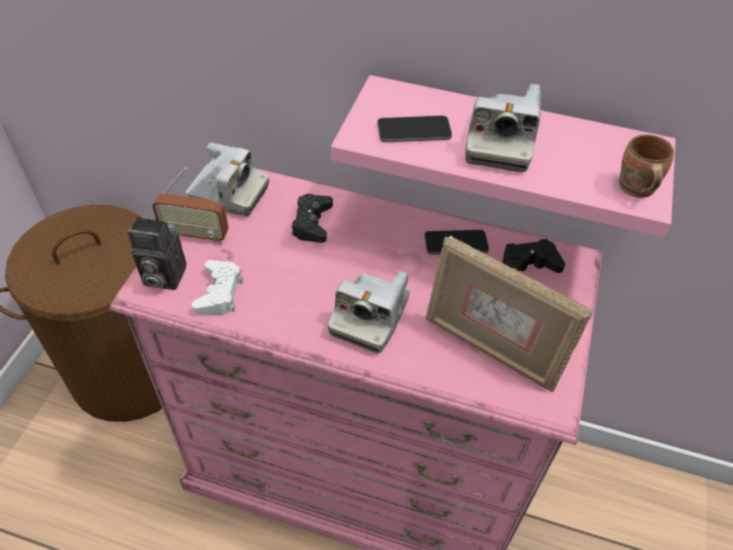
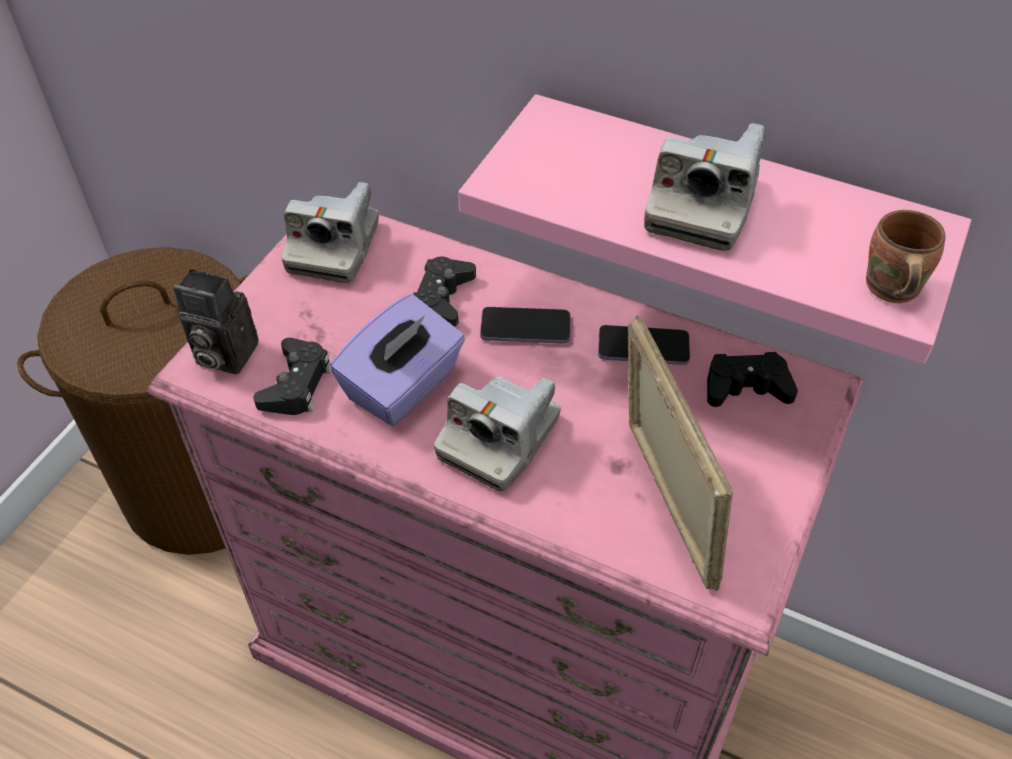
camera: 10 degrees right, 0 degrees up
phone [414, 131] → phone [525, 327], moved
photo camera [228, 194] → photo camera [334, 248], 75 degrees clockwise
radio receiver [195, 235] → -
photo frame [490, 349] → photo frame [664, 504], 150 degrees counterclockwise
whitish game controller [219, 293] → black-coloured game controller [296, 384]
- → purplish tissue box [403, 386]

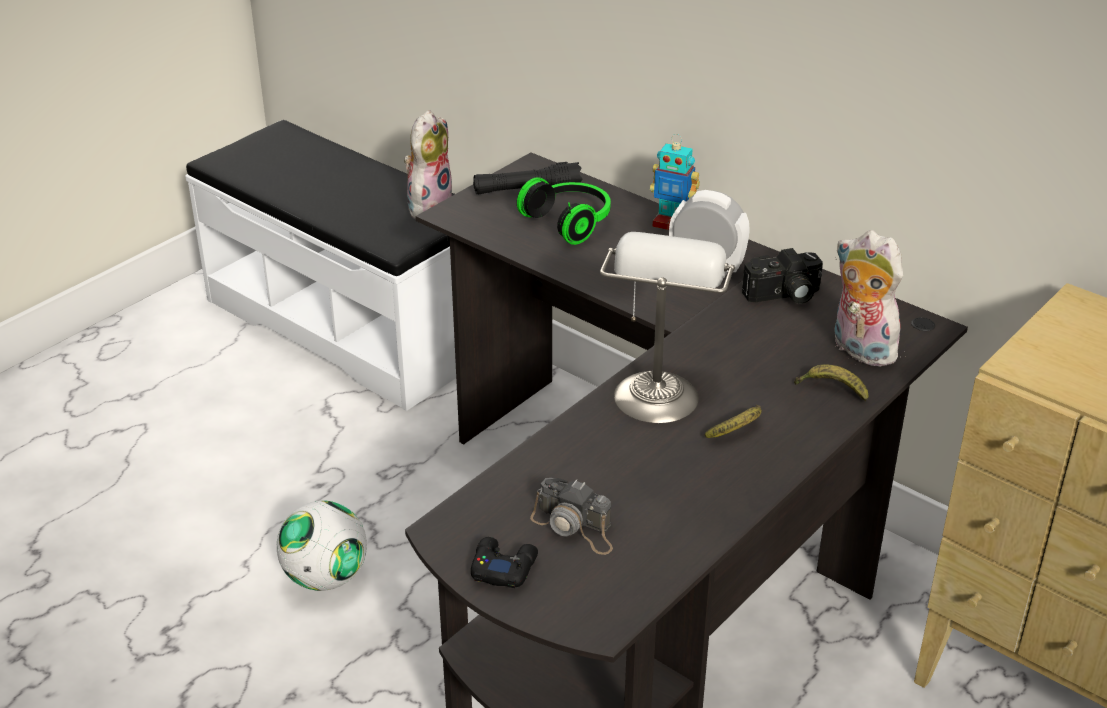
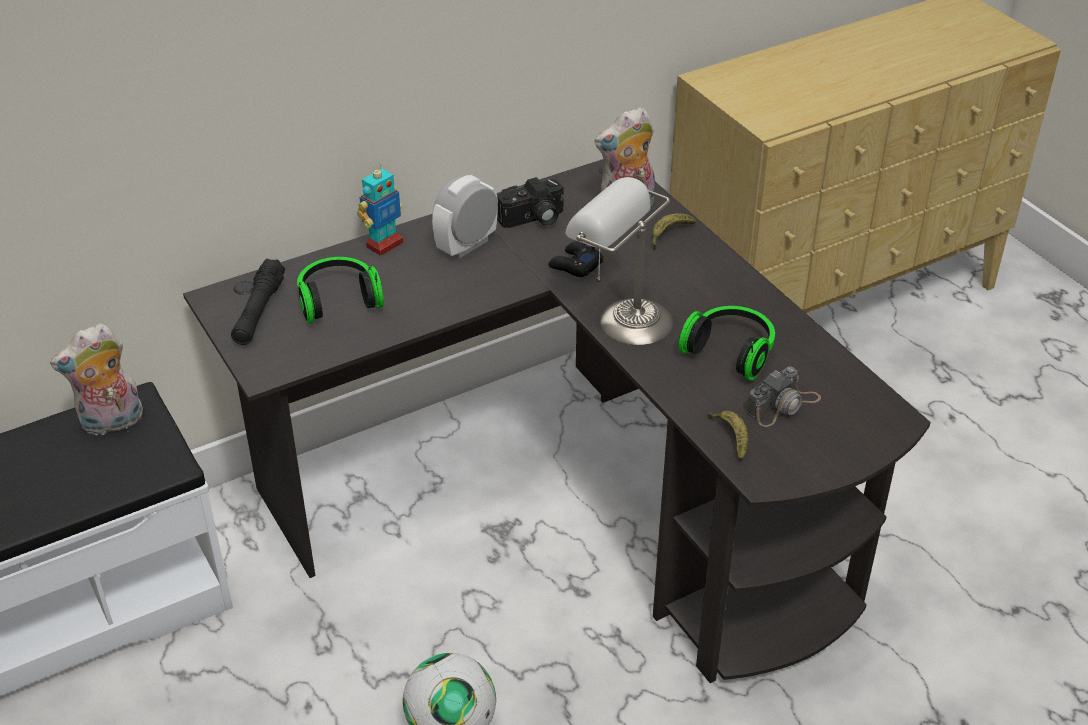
camera: 70 degrees left, 5 degrees up
soft toy [429, 207] → soft toy [111, 423], 75 degrees counterclockwise
photo camera [784, 296] → photo camera [533, 219], 60 degrees clockwise
banana fruit [738, 429] → banana fruit [730, 438], moved
black-coloured game controller [503, 567] → black-coloured game controller [575, 265], moved
- → pair of headphones [731, 351]

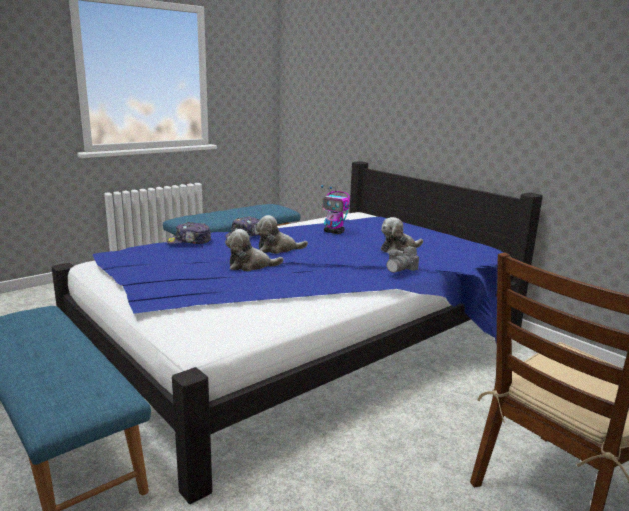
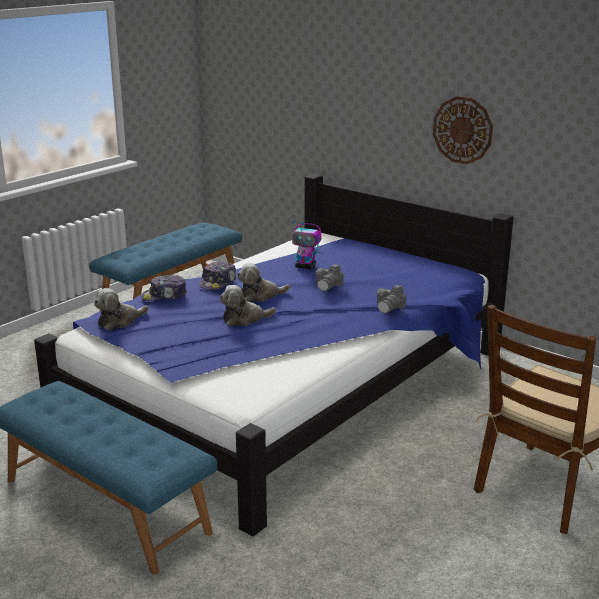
camera: 10 degrees left, 5 degrees up
soft toy [399, 249] → soft toy [119, 321], moved
- → wall clock [462, 130]
- → photo camera [328, 286]

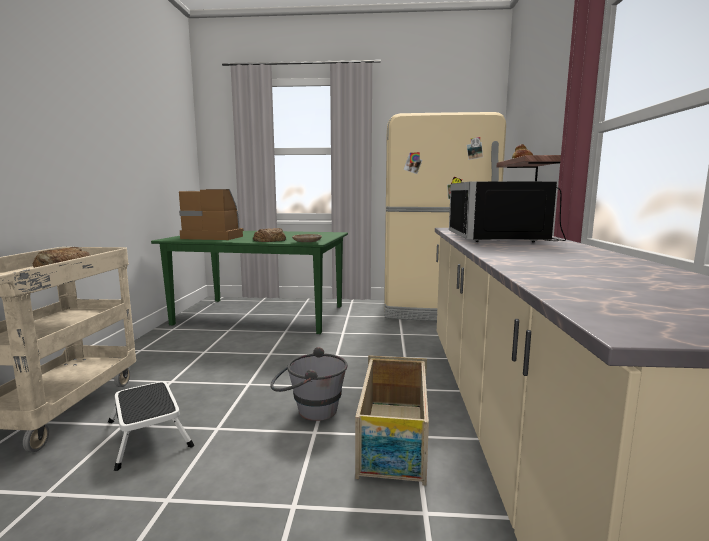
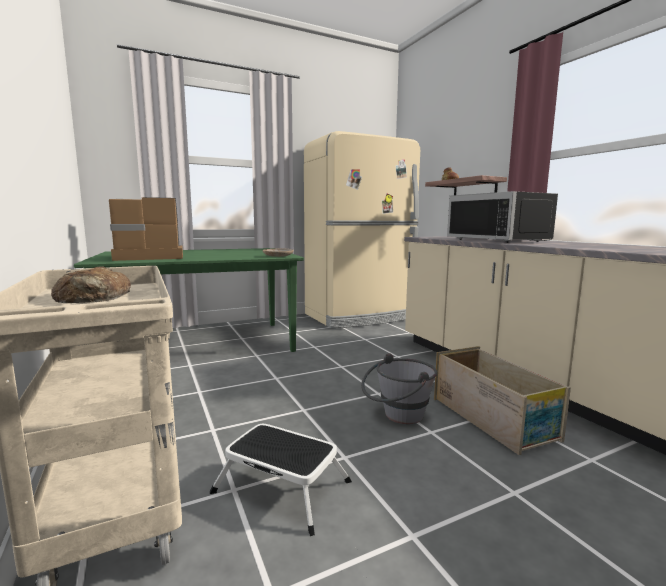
camera: 30 degrees left, 0 degrees up
bread [270, 240] → -

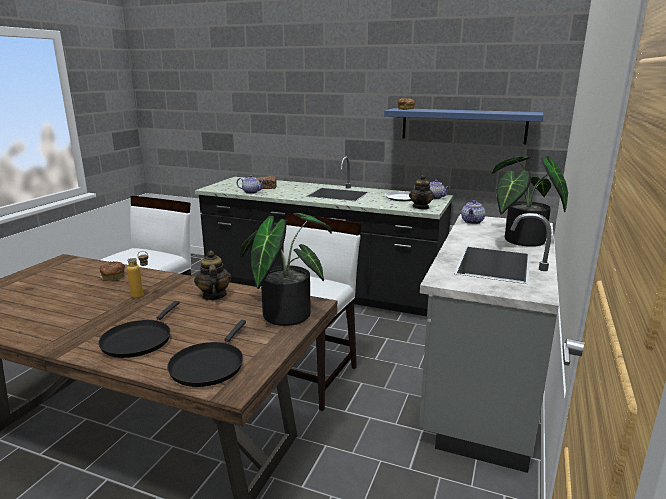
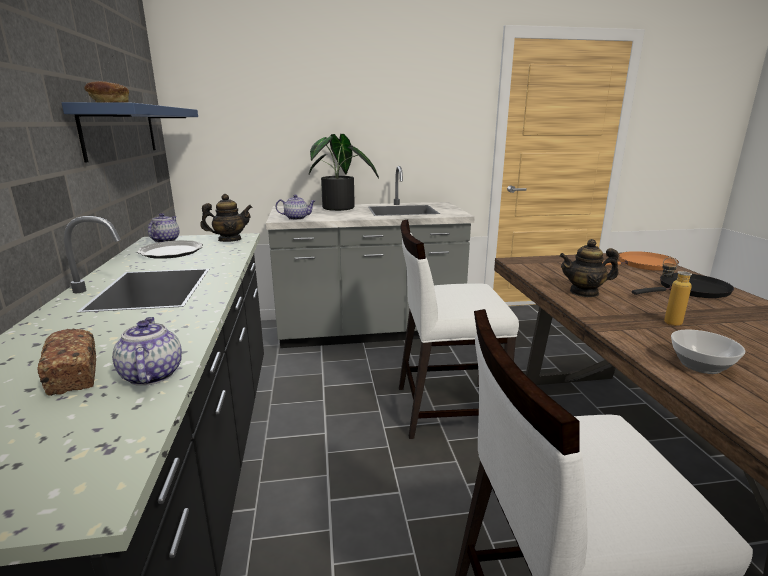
camera: 120 degrees left, 0 degrees up
potted plant [285, 312] → -
pot for tea [214, 296] → pot for tea [584, 292], 45 degrees clockwise
bread [113, 277] → bowl [700, 365]
black-coloured pan [209, 365] → orange-coloured pan [643, 265]

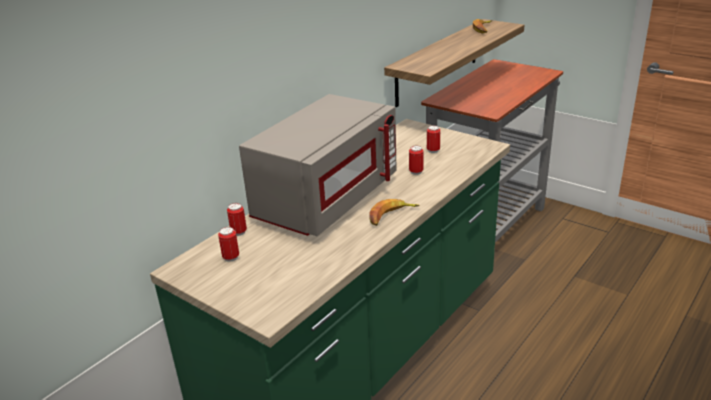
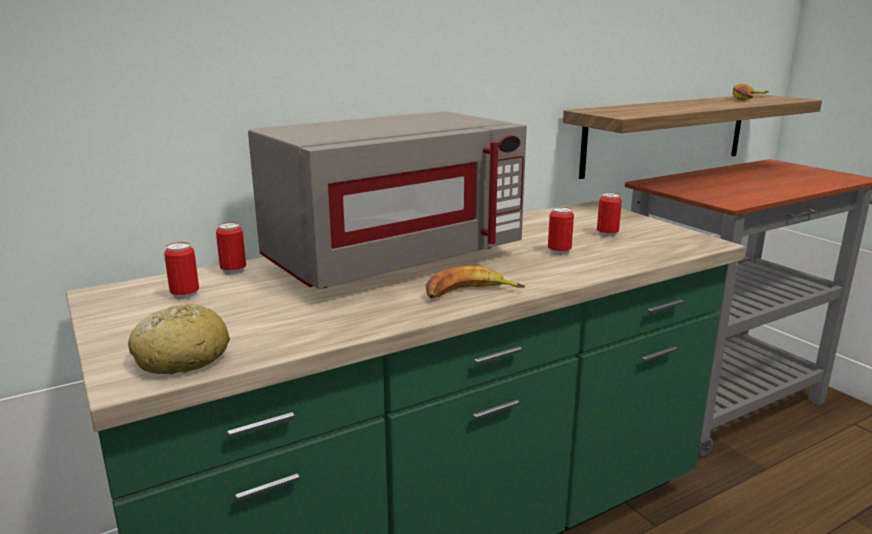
camera: 20 degrees right, 10 degrees down
- → bread [181, 357]

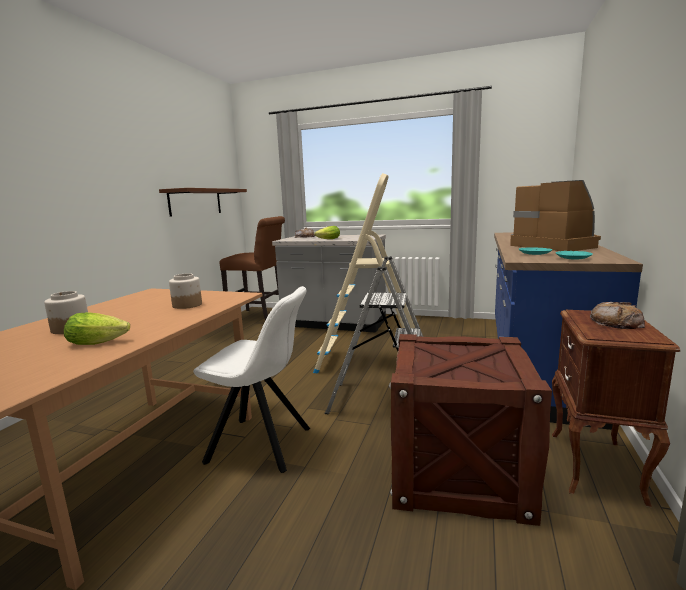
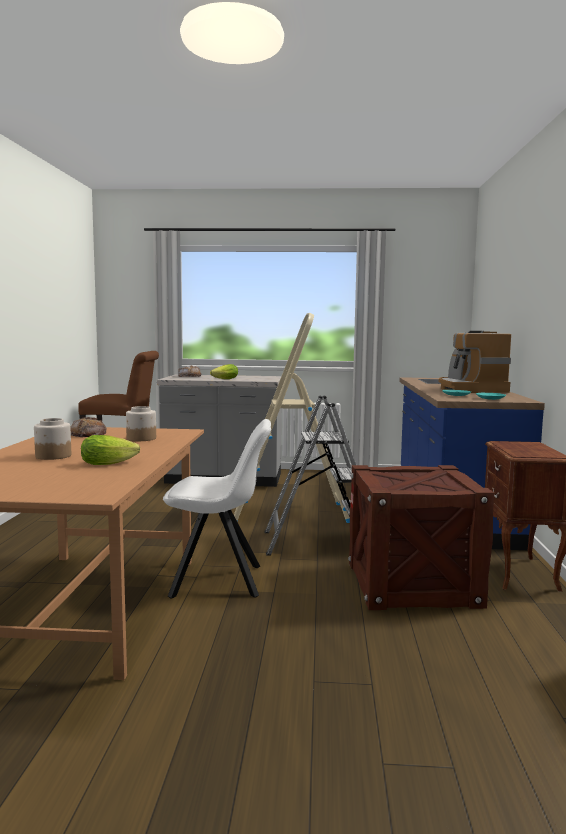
camera: 15 degrees left, 5 degrees down
coffee machine [555, 246] → coffee machine [469, 389], 150 degrees counterclockwise
brown-coloured bracket shelf [195, 202] → -
bread [616, 322] → bread [88, 434], moved

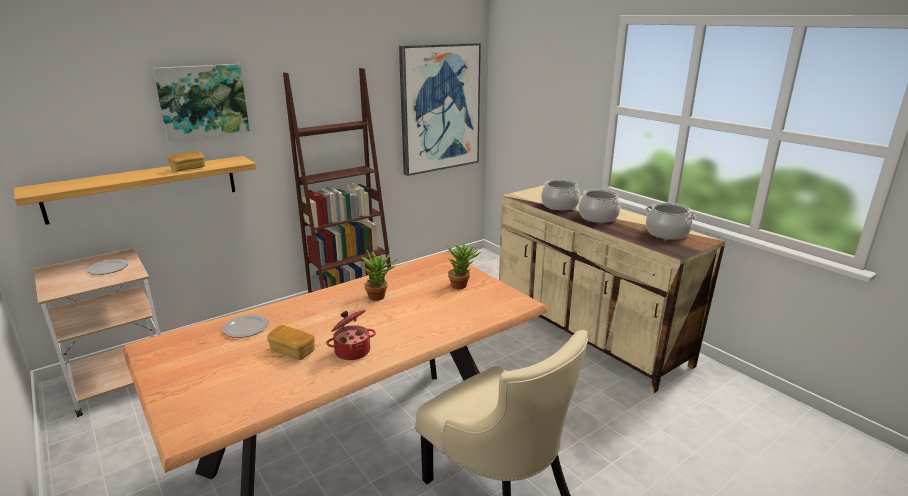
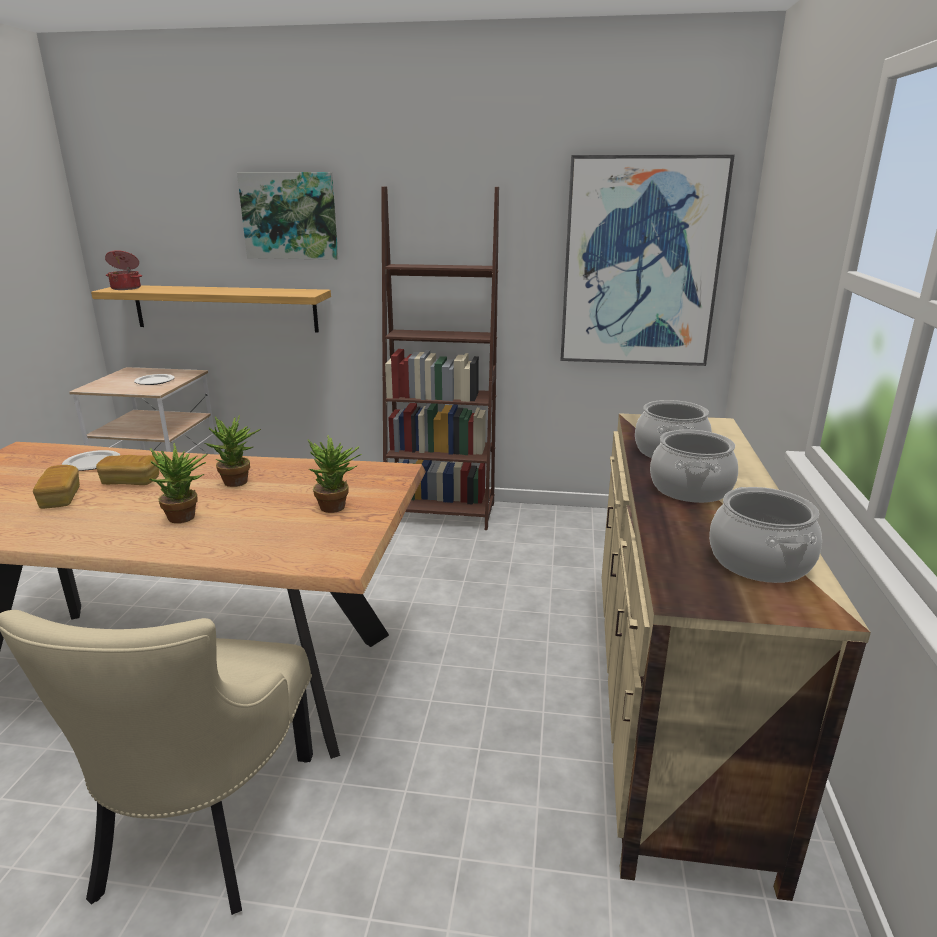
camera: 45 degrees right, 0 degrees up
bread [188, 169] → bread [131, 482], moved
stockpot [352, 351] → stockpot [126, 288], moved
- → potted plant [186, 518]

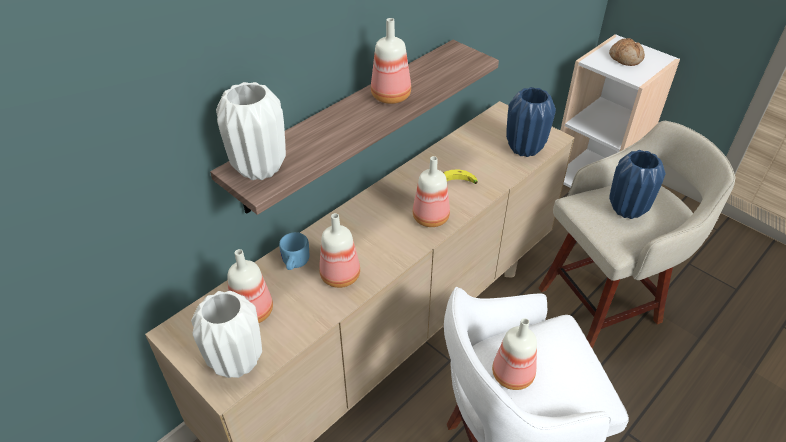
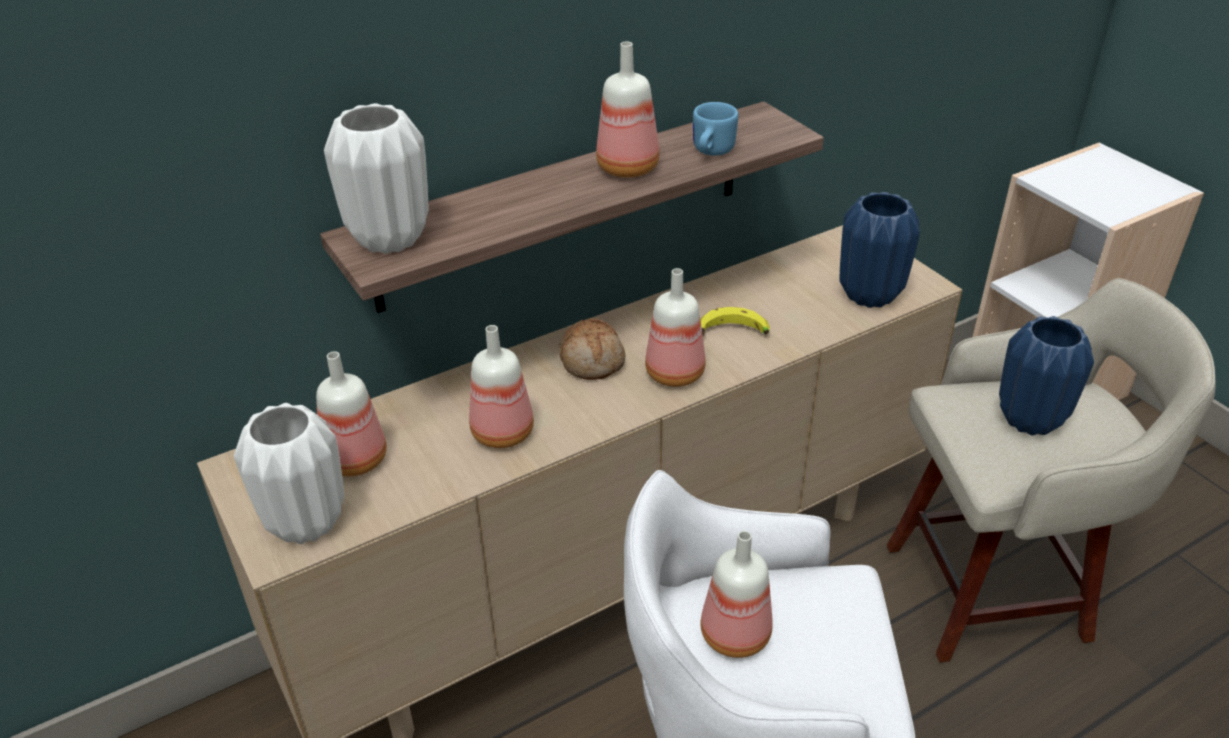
camera: 15 degrees right, 5 degrees down
bread [625, 58] → bread [592, 360], moved
blue-coloured mug [294, 264] → blue-coloured mug [710, 152], moved

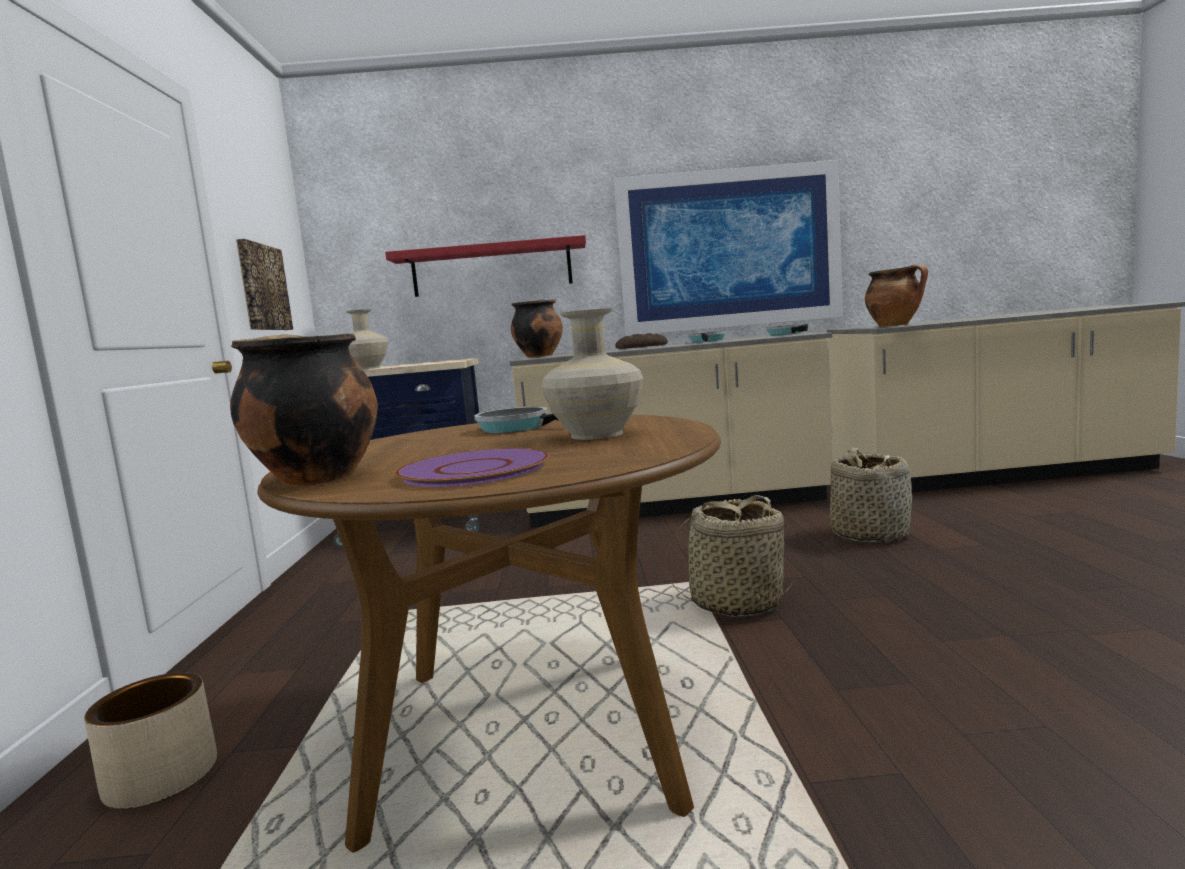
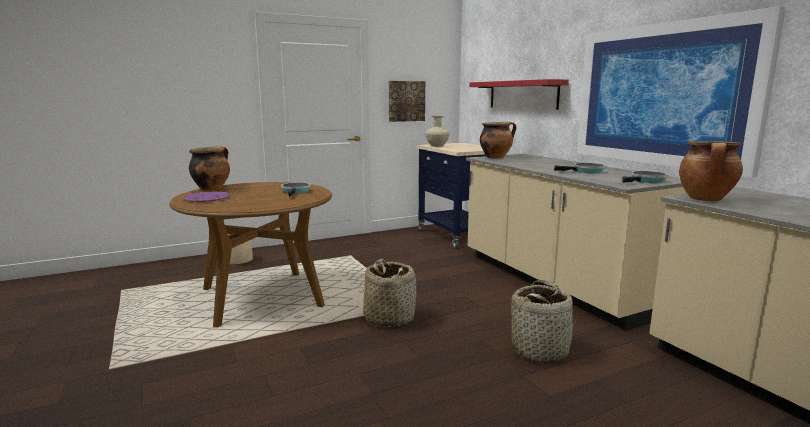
camera: 65 degrees right, 5 degrees up
beige flower vase [595, 435] → -
bread [642, 347] → -

